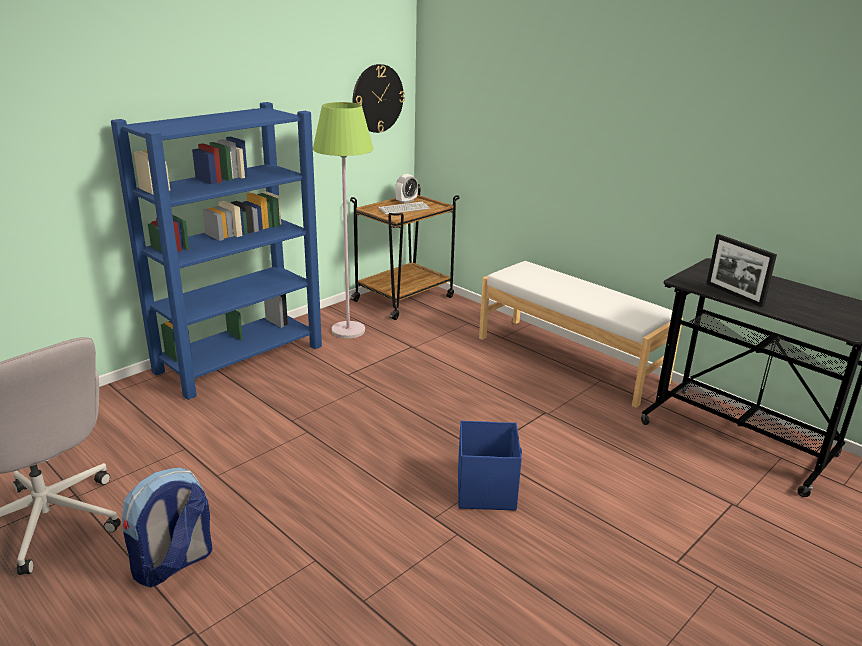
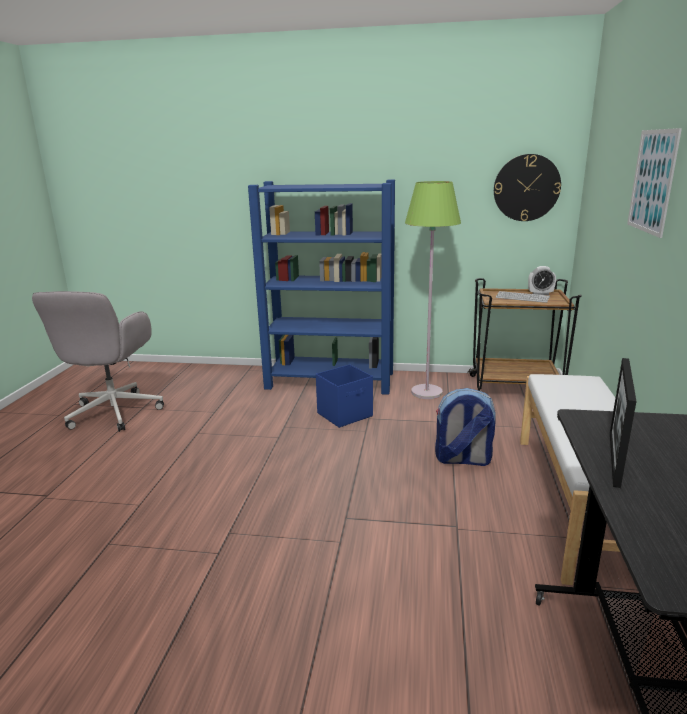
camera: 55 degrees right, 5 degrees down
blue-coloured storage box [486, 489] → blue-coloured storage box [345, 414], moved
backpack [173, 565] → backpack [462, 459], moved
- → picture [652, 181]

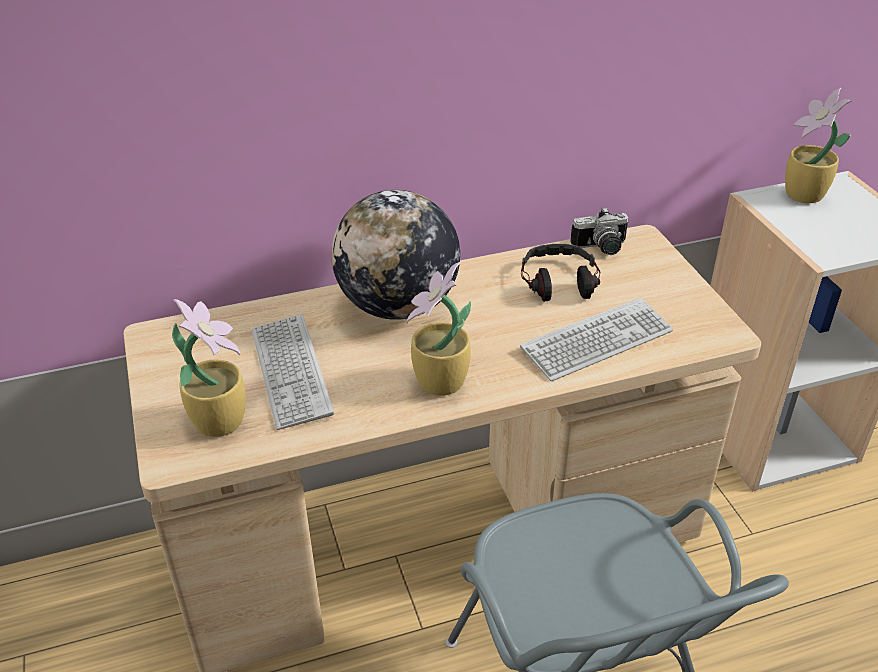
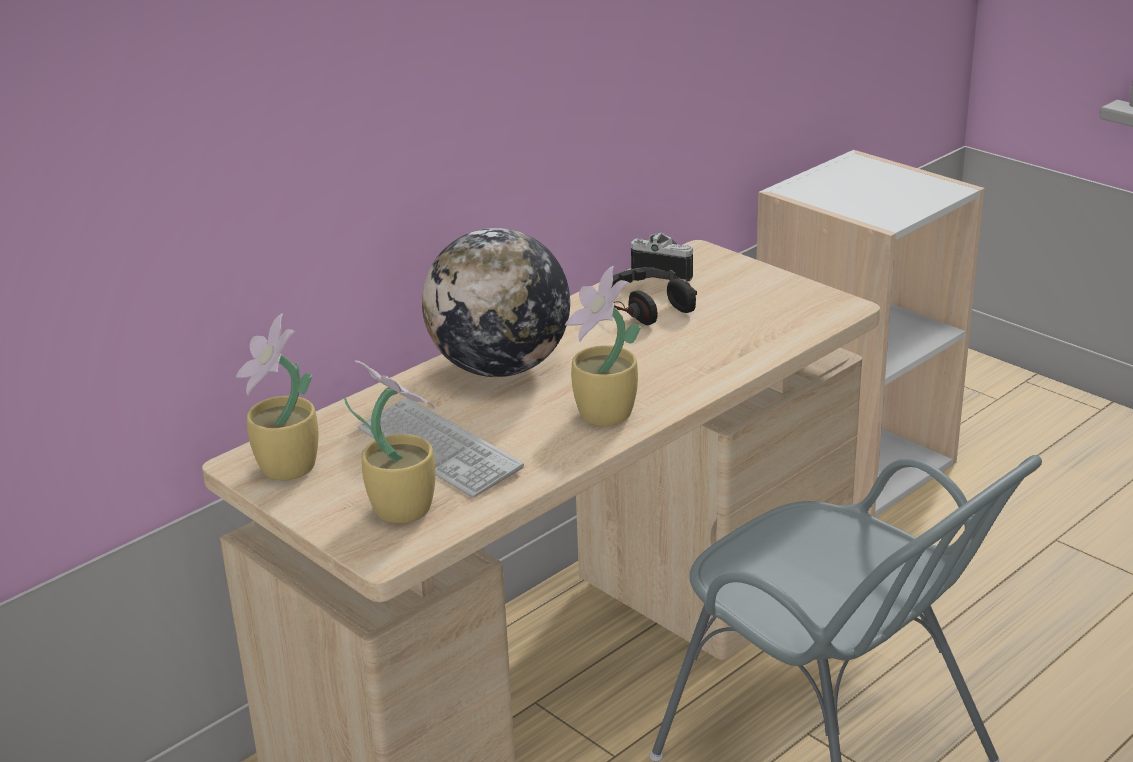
camera: 25 degrees left, 10 degrees down
potted plant [803, 196] → potted plant [288, 469], moved
photo camera [601, 248] → photo camera [666, 270], 120 degrees counterclockwise
PC keyboard [597, 341] → -

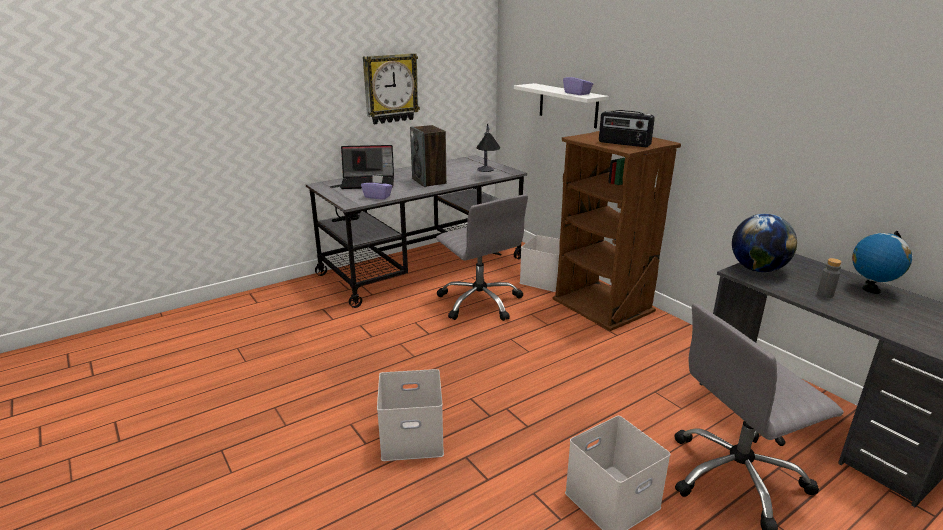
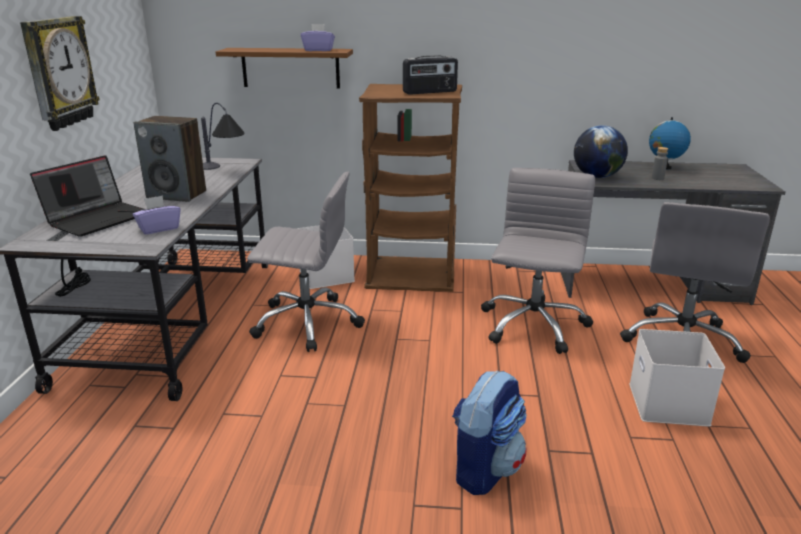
camera: 50 degrees left, 0 degrees up
whitish bracket shelf [568, 105] → brown-coloured bracket shelf [290, 68]
whitish storage box [413, 437] → backpack [485, 469]
- → grey desk chair [533, 325]

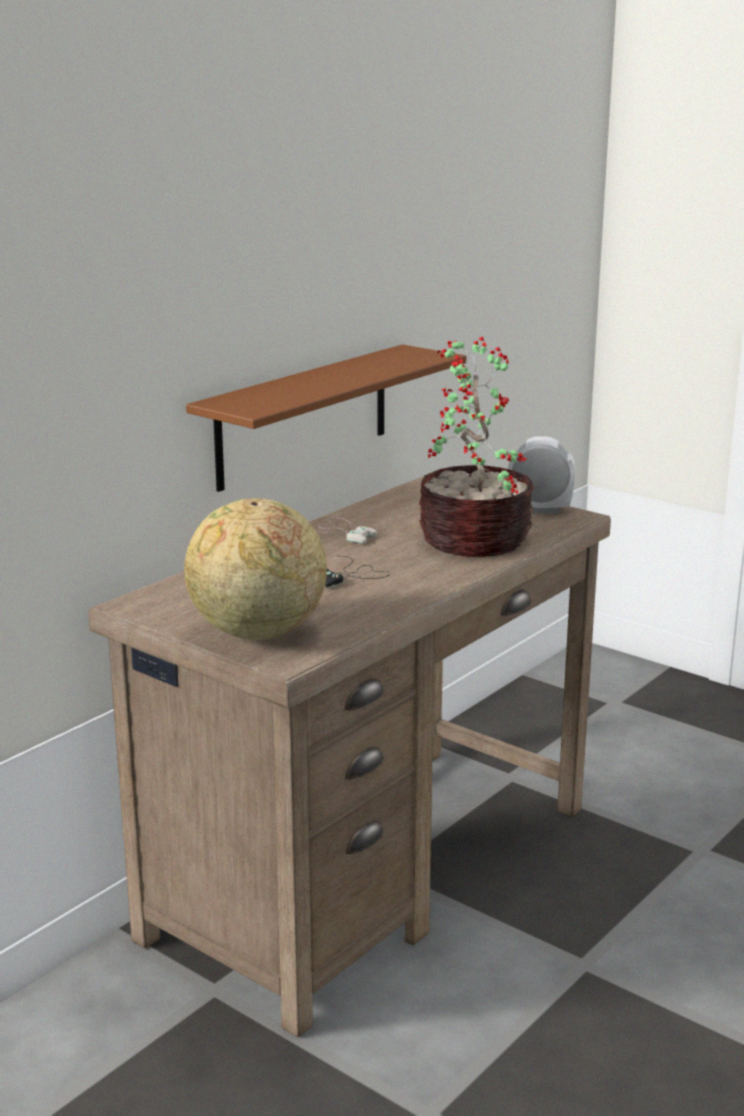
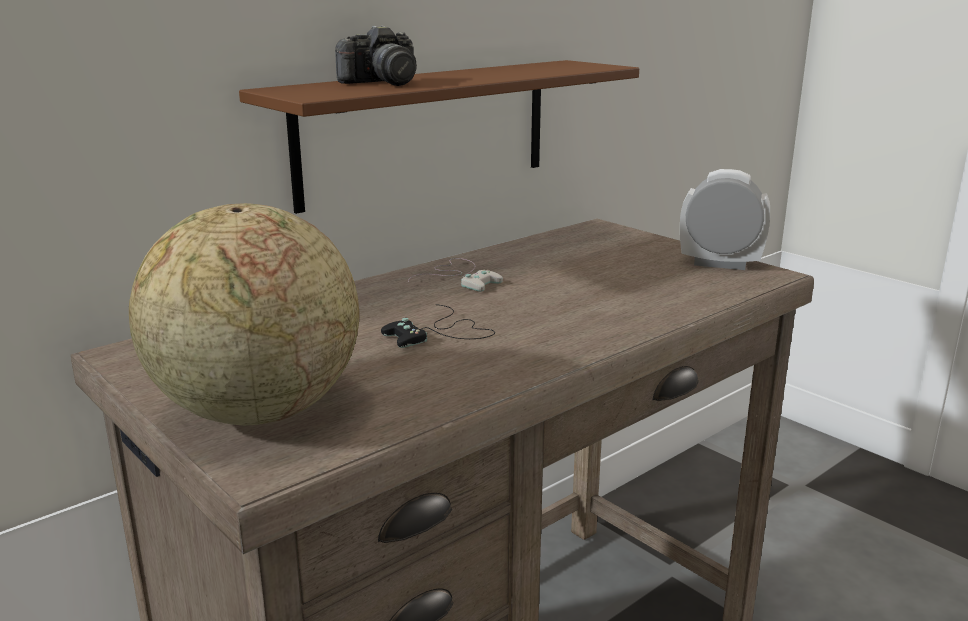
camera: 10 degrees right, 0 degrees up
potted plant [472, 538] → -
- → photo camera [382, 83]

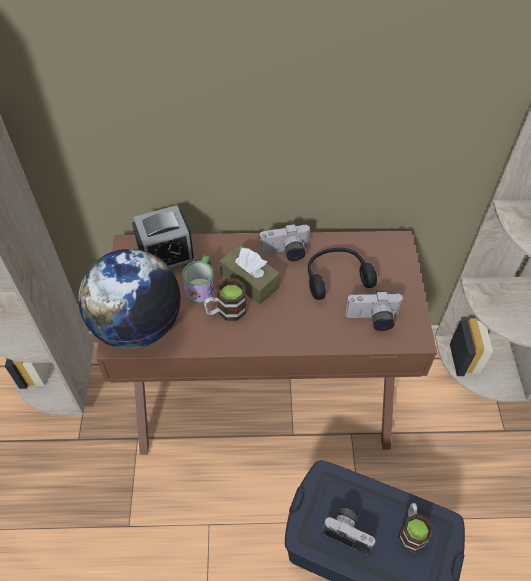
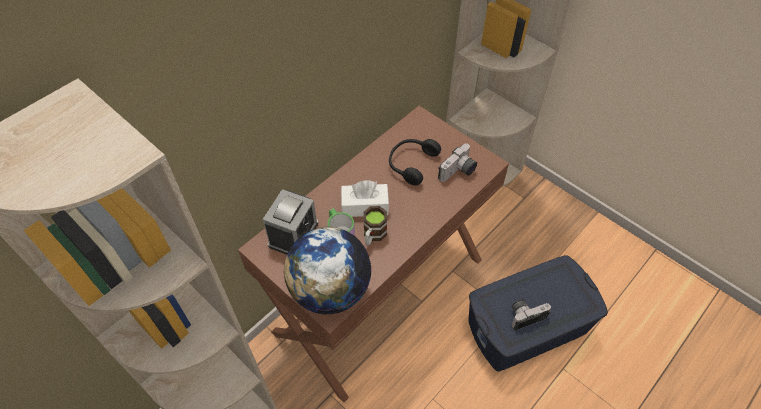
camera: 45 degrees left, 0 degrees up
photo camera [285, 253] → -
brown-coloured tissue box [249, 281] → whitish tissue box [365, 206]
mug [411, 531] → -

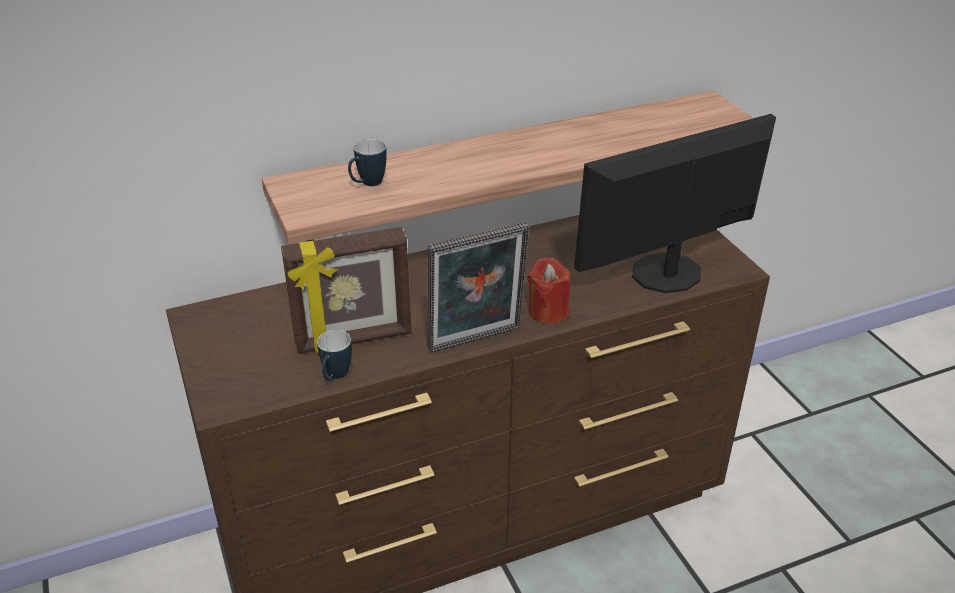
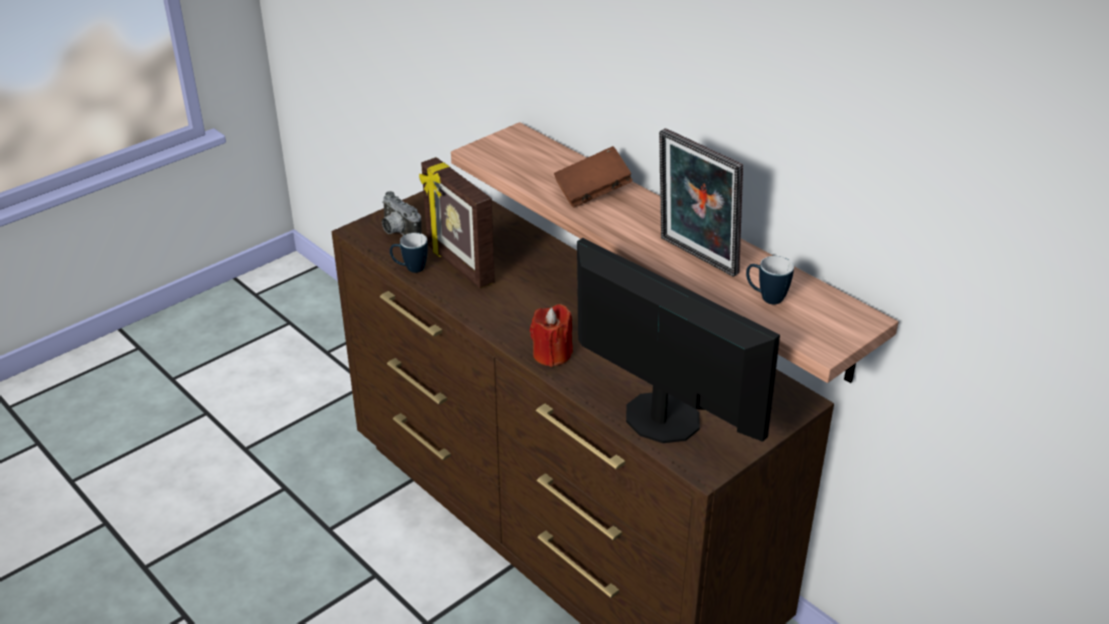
camera: 70 degrees right, 0 degrees up
mug [367, 184] → mug [766, 298], moved
photo frame [476, 341] → photo frame [695, 258], moved
- → brown-coloured book [592, 192]
- → photo camera [397, 232]

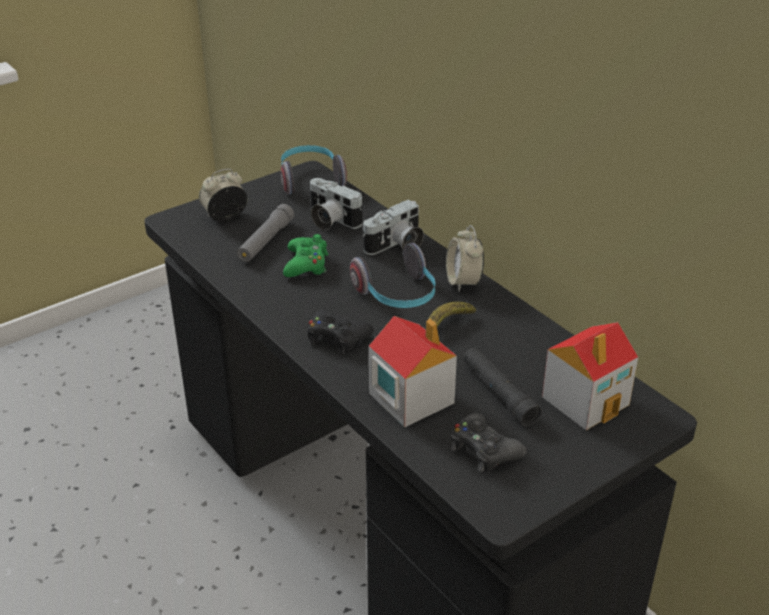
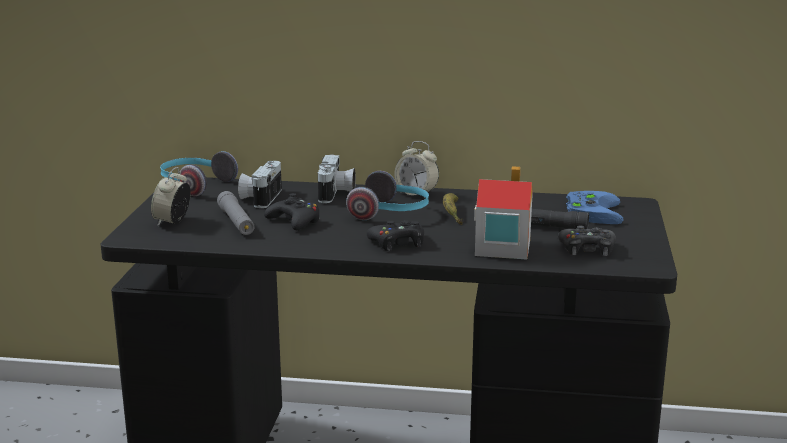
camera: 45 degrees left, 15 degrees down
photo camera [330, 220] → photo camera [260, 198], 105 degrees clockwise
green-coloured game controller [306, 264] → black-coloured game controller [294, 221]
miniature house [586, 400] → blue-coloured game controller [590, 211]

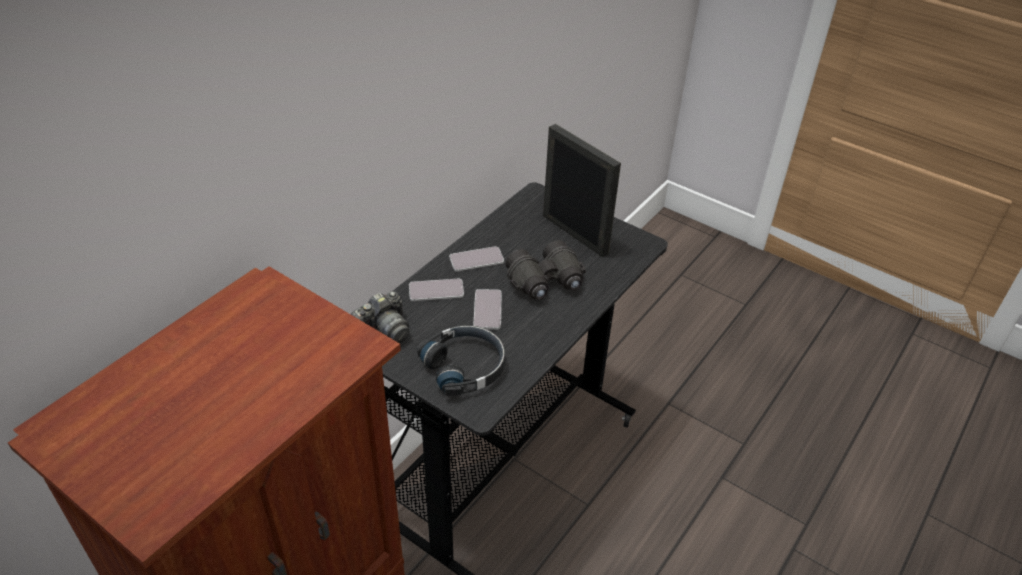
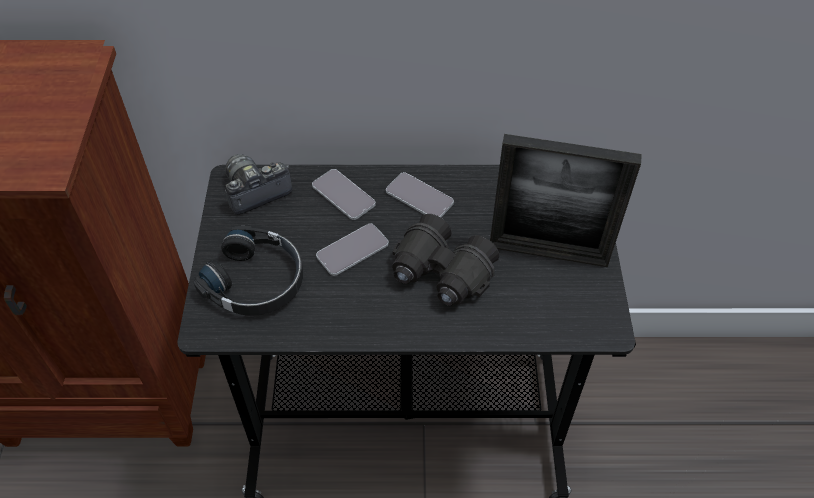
camera: 55 degrees right, 10 degrees up
photo frame [575, 234] → photo frame [548, 252], 90 degrees clockwise
photo camera [383, 330] → photo camera [255, 192], 135 degrees clockwise

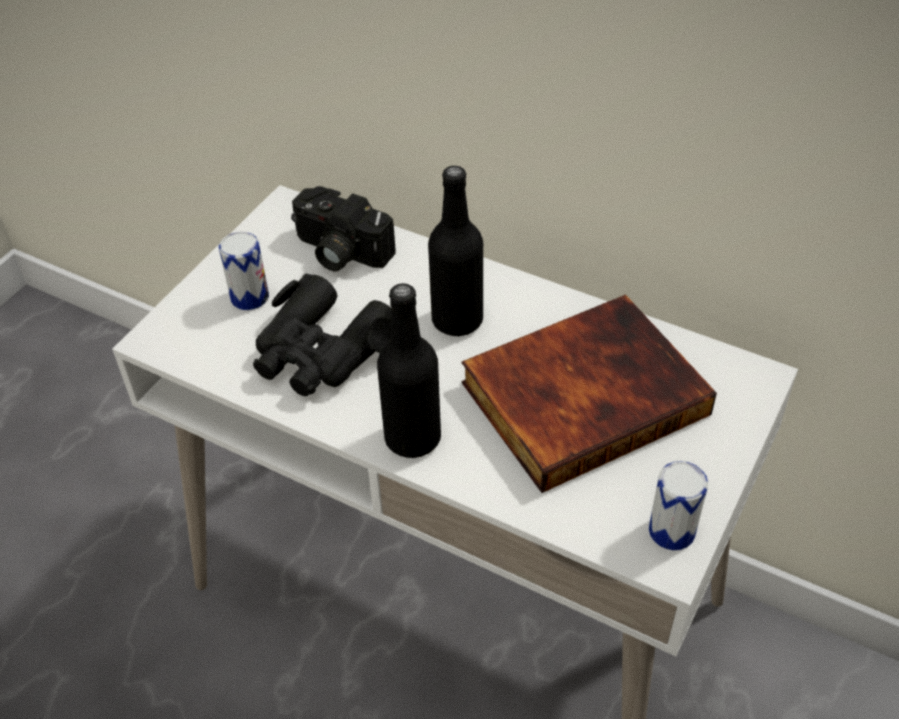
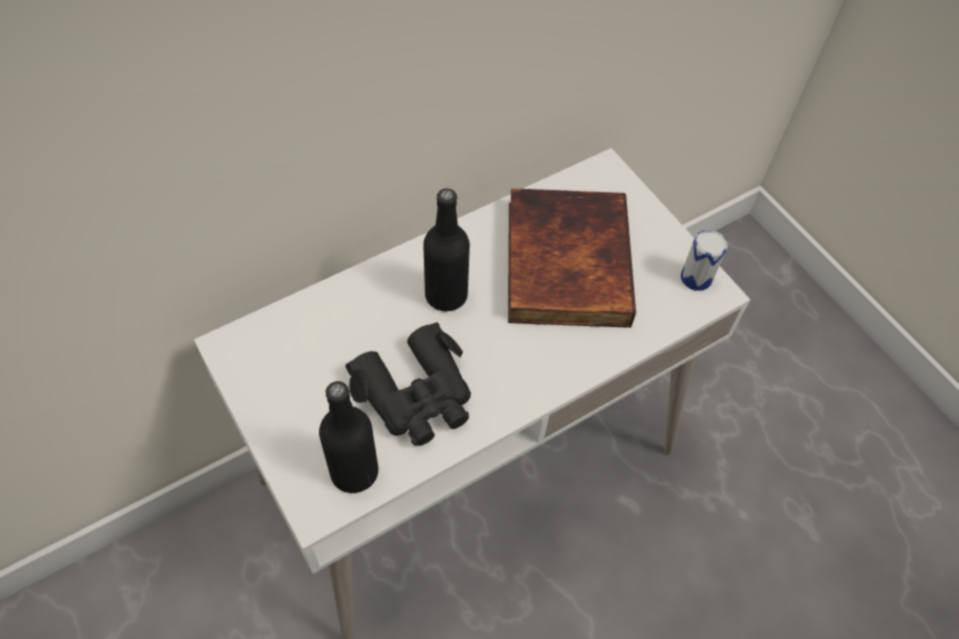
camera: 65 degrees left, 10 degrees up
photo camera [338, 251] → -
sealed can [250, 297] → -
black-coloured drink bottle [412, 438] → black-coloured drink bottle [354, 472], moved

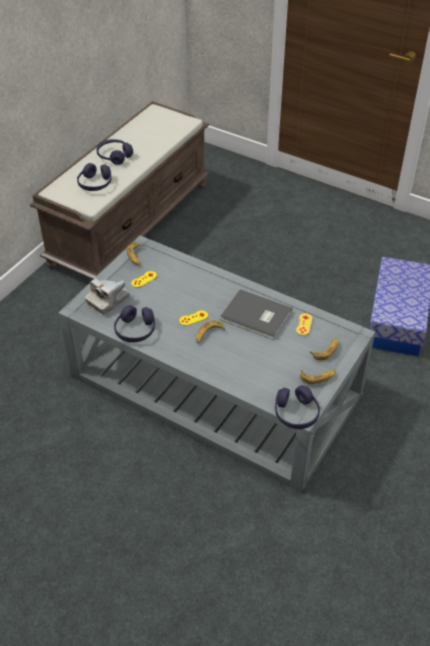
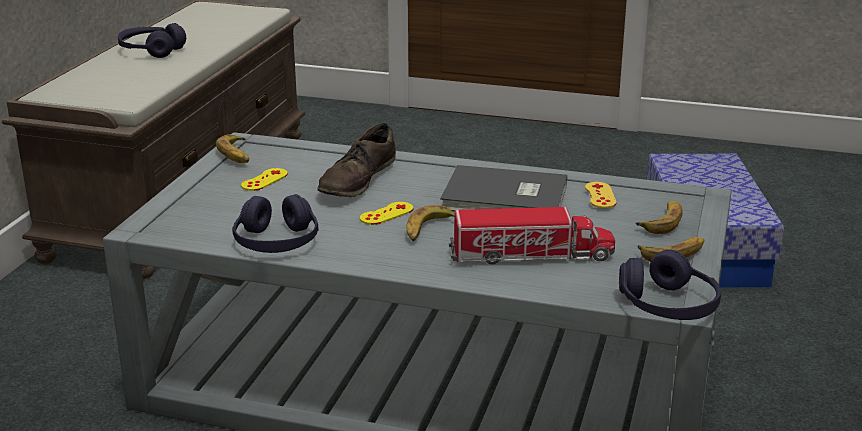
camera: 15 degrees left, 20 degrees down
purplish pair of headphones [95, 184] → -
photo camera [108, 300] → -
- → brown-coloured item of footwear [357, 179]
- → model truck [531, 255]

